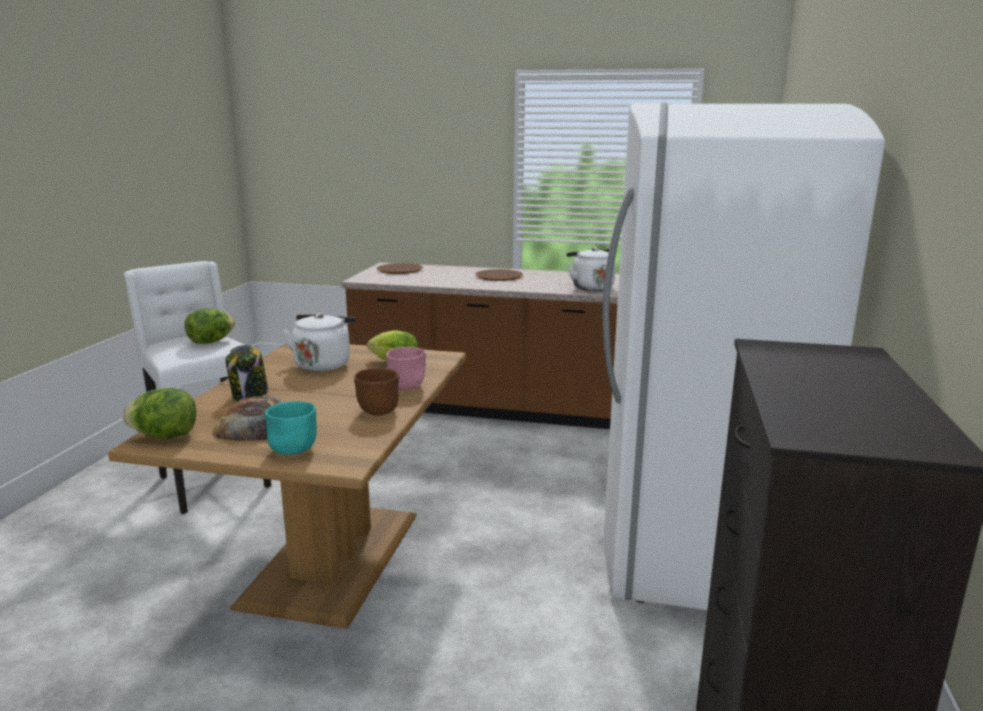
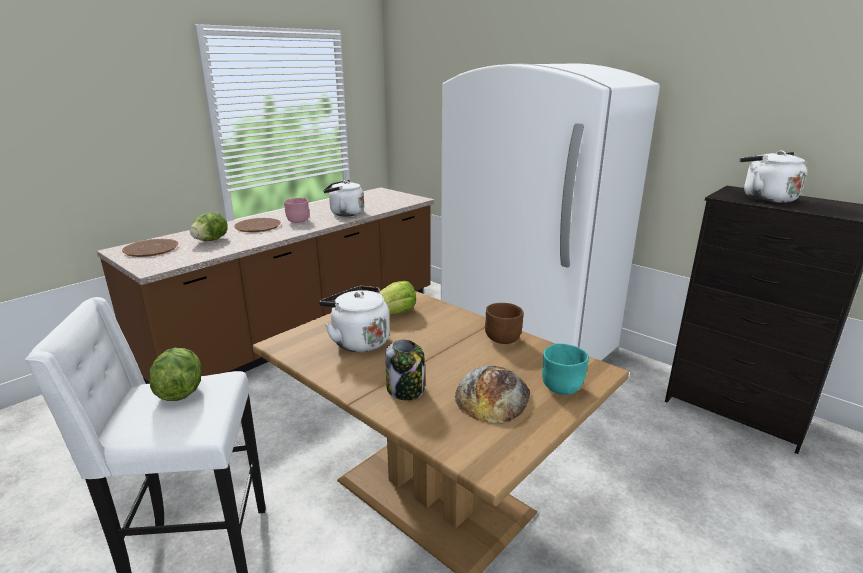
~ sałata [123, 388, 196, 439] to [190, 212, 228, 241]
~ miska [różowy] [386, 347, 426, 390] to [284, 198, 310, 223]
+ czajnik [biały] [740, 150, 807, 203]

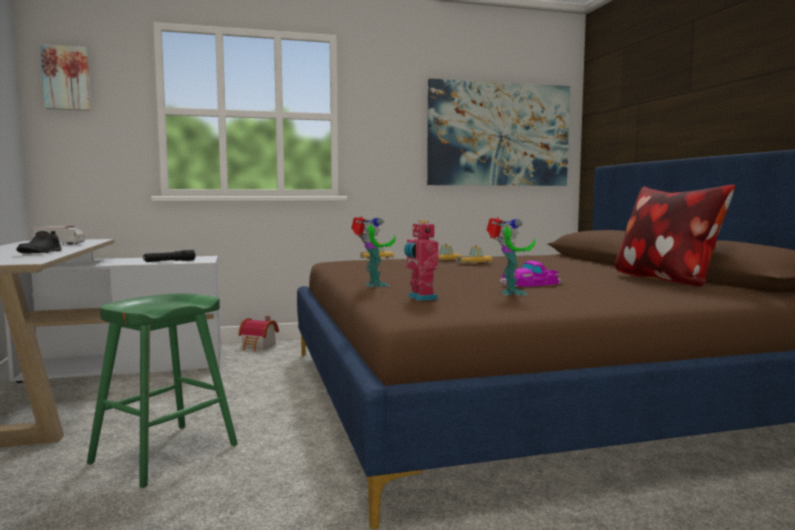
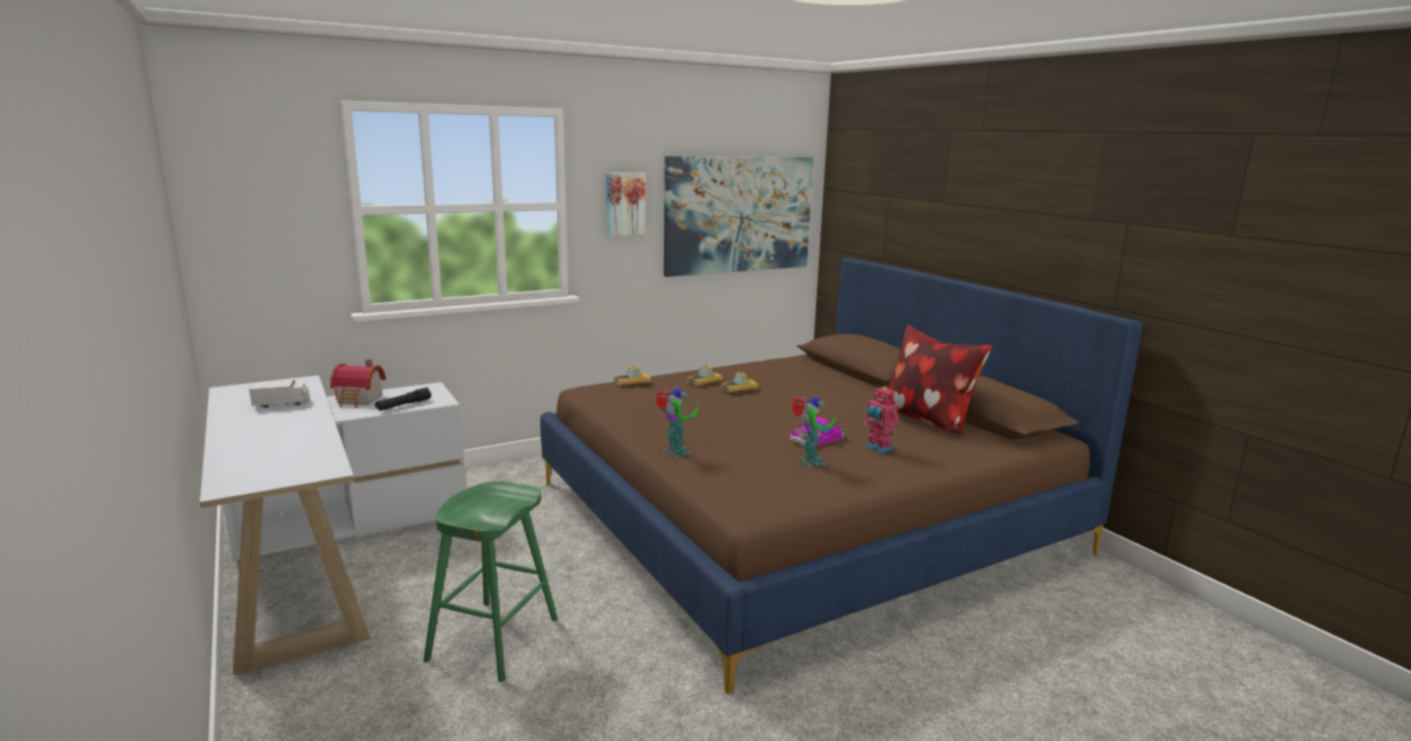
- but [czarny] [16, 231, 62, 253]
~ obraz [40, 44, 91, 111] to [606, 173, 646, 236]
~ domek [238, 316, 279, 351] to [330, 359, 386, 408]
~ robot zabawkowy [404, 220, 439, 301] to [863, 386, 899, 454]

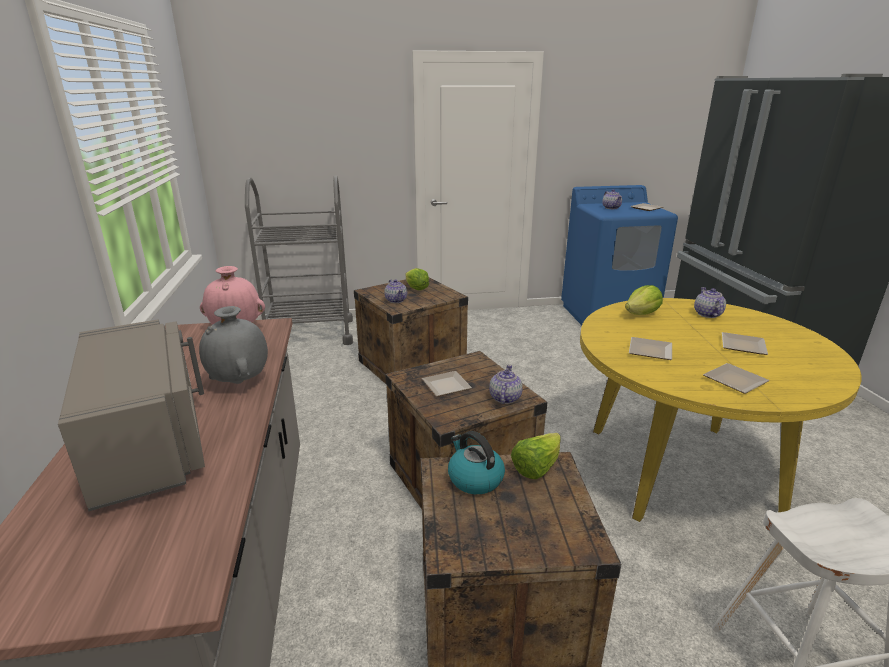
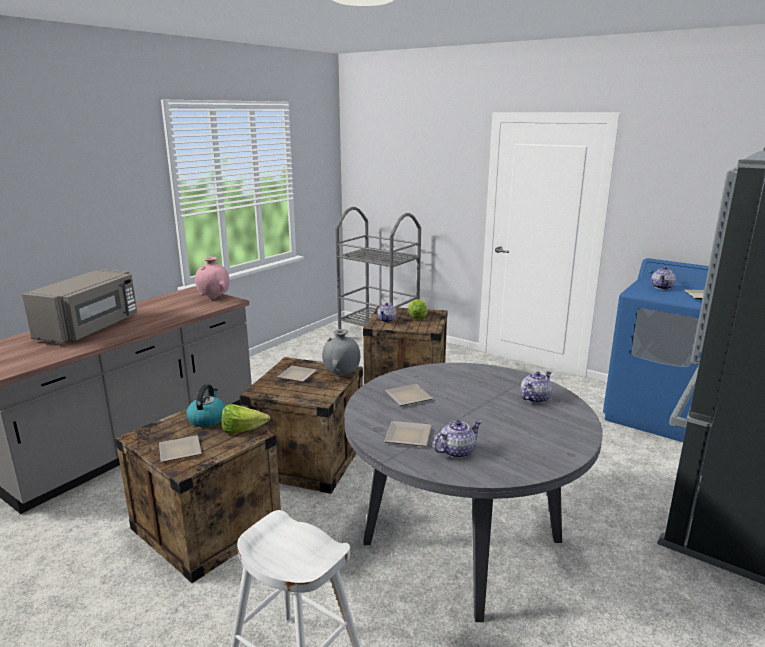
~ wazon [szary] [199, 306, 268, 384] to [322, 329, 360, 376]
~ imbryk [489, 365, 522, 404] to [433, 420, 482, 458]
~ stół jadalny [żółty] [580, 298, 862, 522] to stół jadalny [szary] [344, 363, 603, 622]
- sałata [625, 285, 663, 315]
~ talerz [722, 332, 768, 355] to [159, 435, 202, 462]

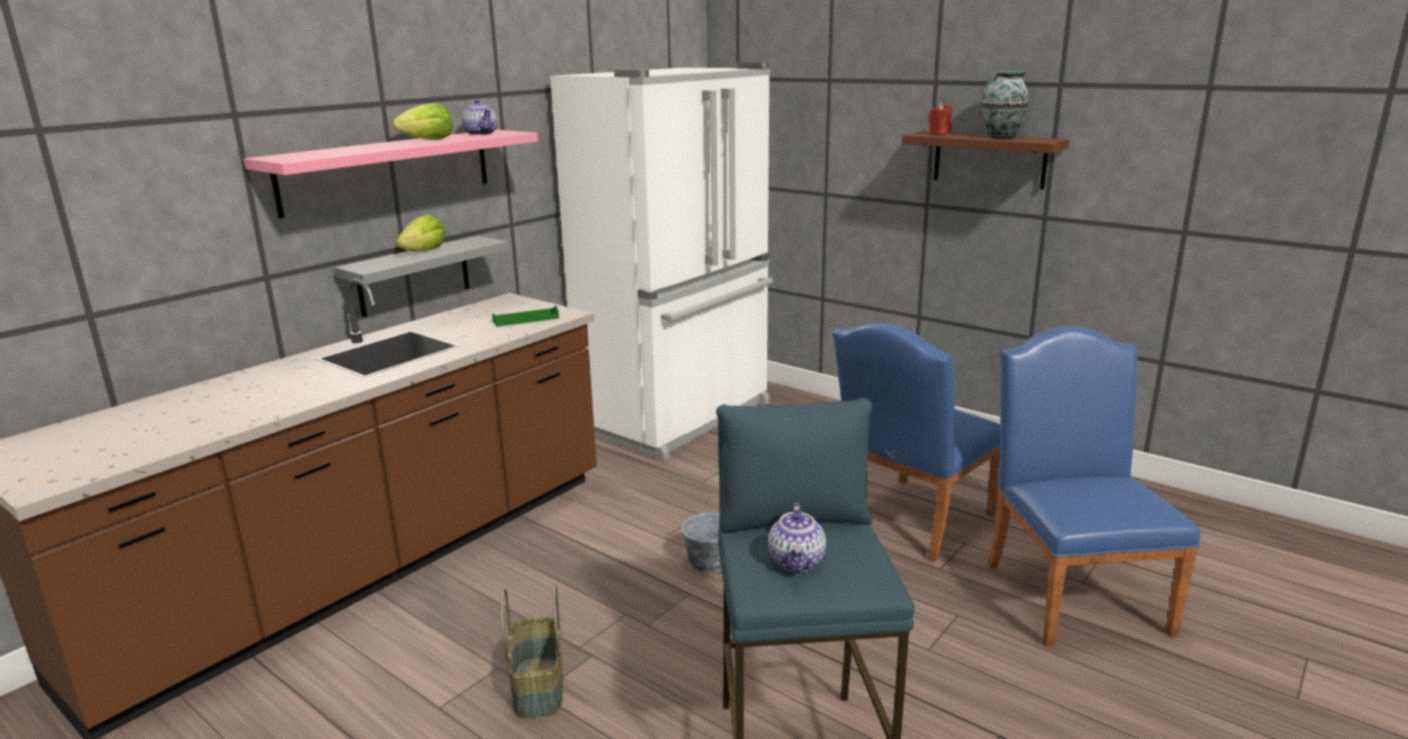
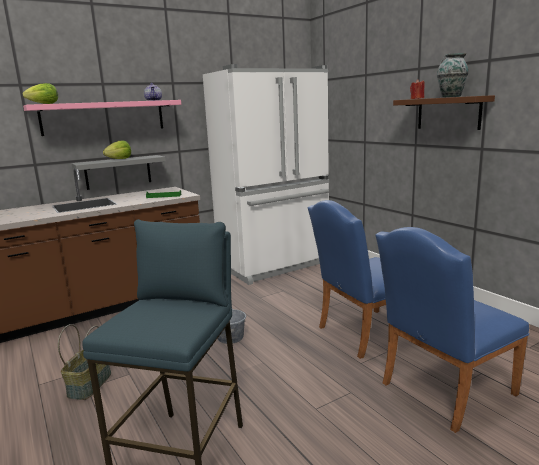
~ sałata [393, 103, 453, 140] to [23, 83, 58, 104]
- imbryk [768, 503, 826, 572]
~ krzesło [niebieski] [988, 326, 1200, 647] = [376, 227, 529, 433] 135 degrees counterclockwise

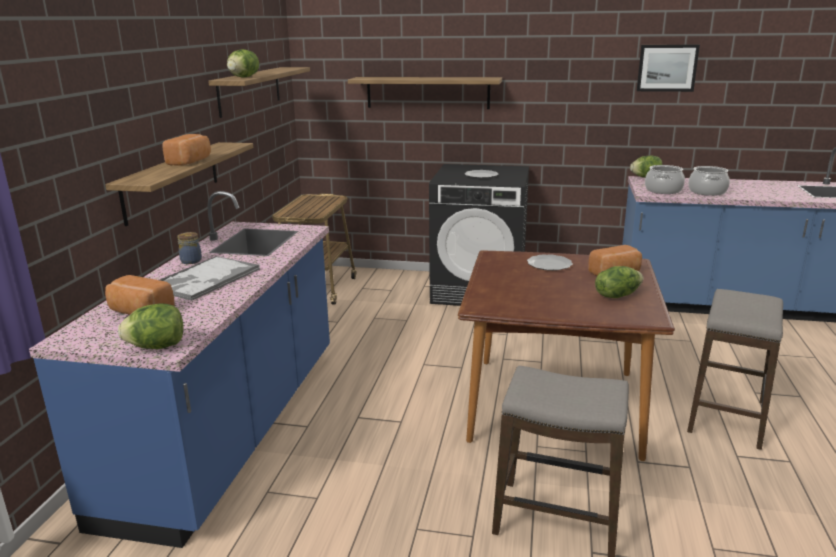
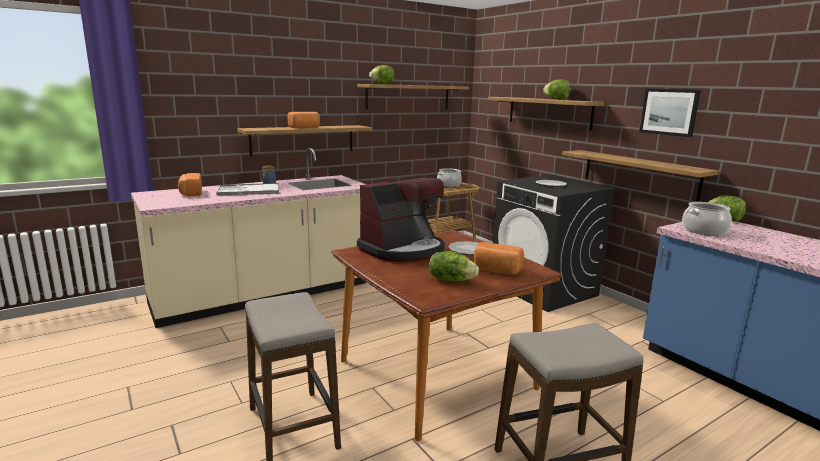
~ zabudowa kuchenna [niebieski] [29, 191, 330, 548] to zabudowa kuchenna [beżowy] [131, 148, 366, 328]
~ sałata [118, 303, 184, 349] to [543, 79, 571, 100]
~ obraz [637, 45, 700, 92] to [639, 89, 701, 137]
~ garnek [688, 166, 730, 196] to [437, 168, 462, 187]
+ ekspres do kawy [357, 178, 445, 262]
+ półka [562, 150, 719, 202]

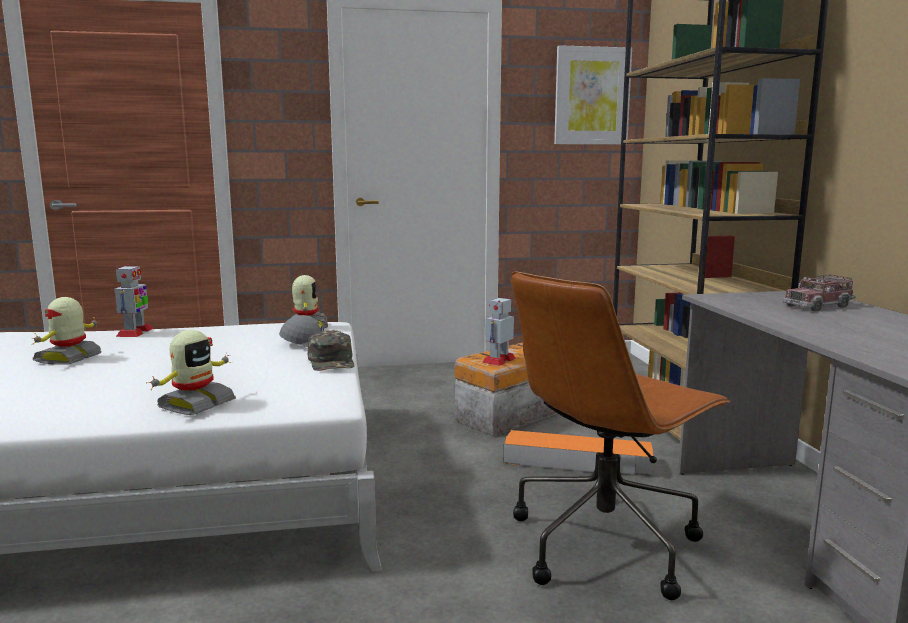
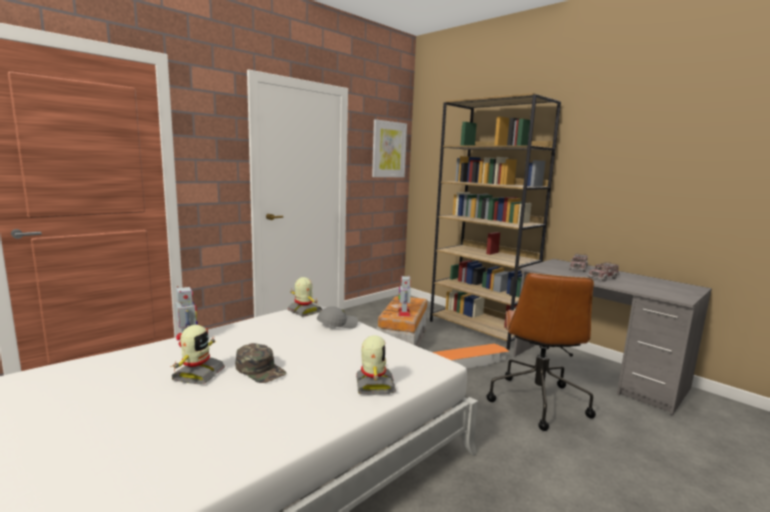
~ robot zabawkowy [32, 297, 102, 365] = [170, 325, 225, 384] 150 degrees counterclockwise
~ czapka z daszkiem [zielony] [308, 330, 354, 371] to [235, 343, 286, 383]
+ ciężarówka zabawkowa [587, 262, 620, 282]

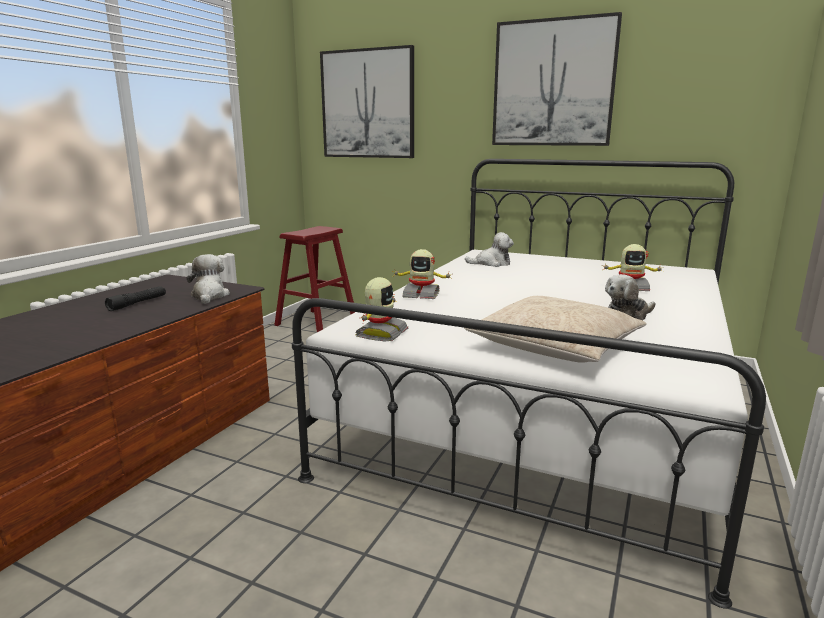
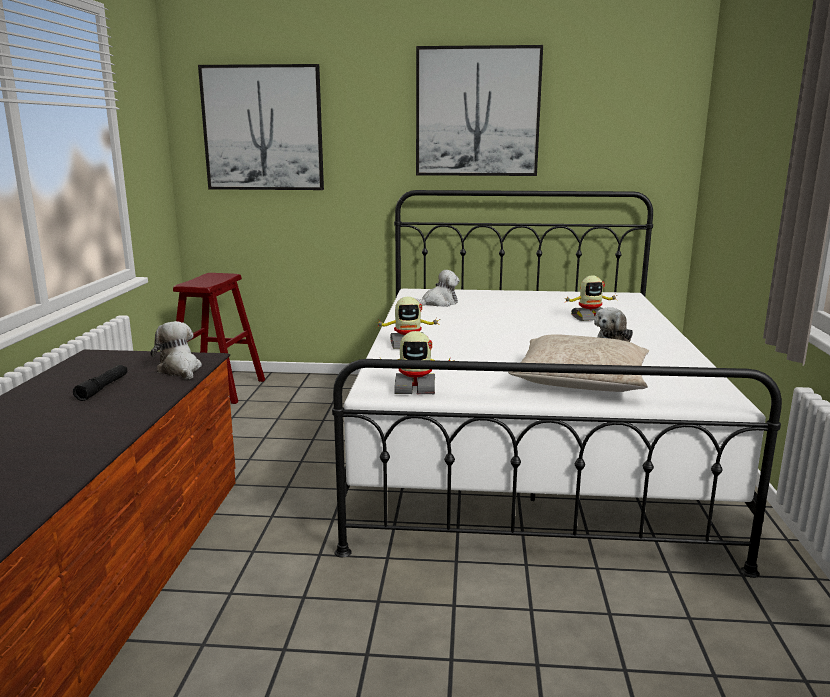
~ robot zabawkowy [356, 277, 408, 341] = [380, 331, 456, 394] 90 degrees clockwise

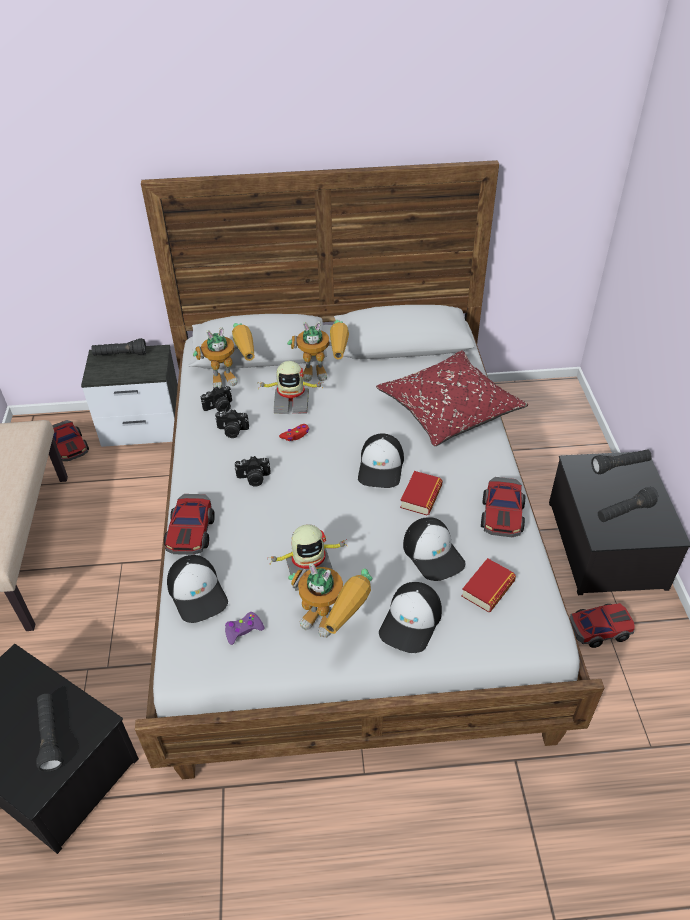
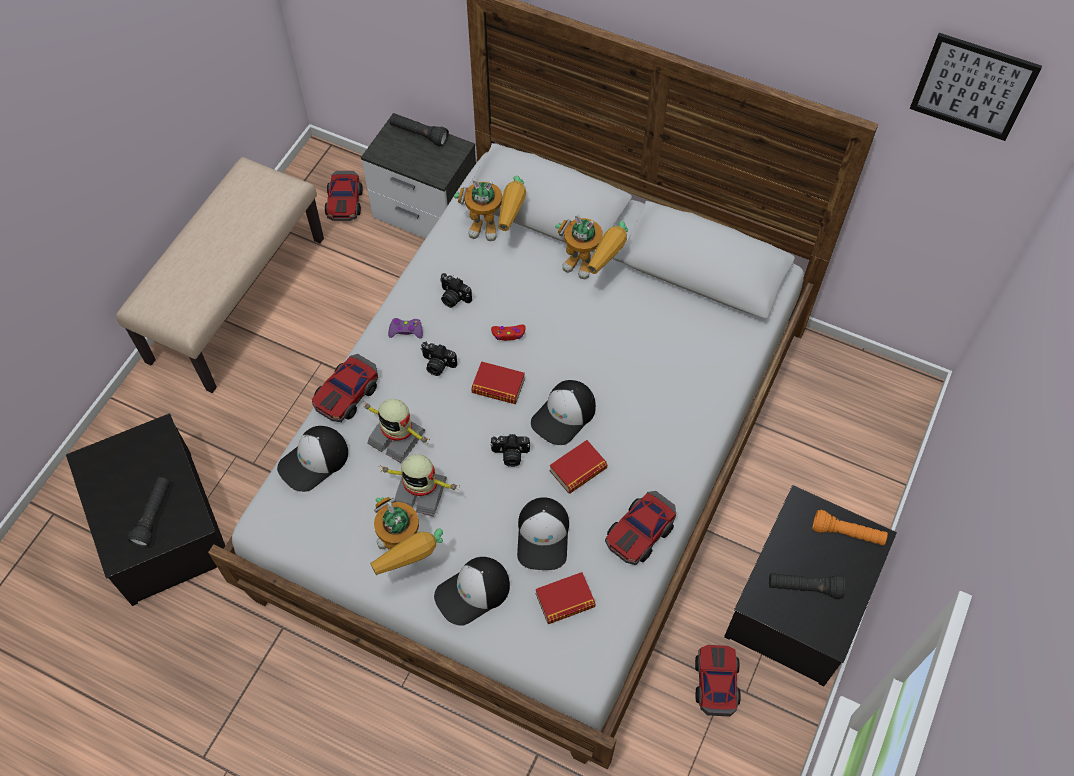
~ czapka z daszkiem [167, 555, 228, 623] = [277, 426, 348, 492] 45 degrees clockwise
~ aparat fotograficzny [201, 386, 232, 412] to [490, 434, 530, 467]
~ pad do gier [fioletowy] [225, 612, 264, 645] to [388, 318, 423, 338]
~ robot zabawkowy [260, 361, 323, 414] to [362, 399, 430, 463]
- poduszka [czerwony] [376, 350, 528, 446]
~ samochodzik [569, 603, 635, 648] = [695, 645, 741, 717] 105 degrees counterclockwise
~ latarka [czarny] [591, 449, 652, 474] to latarka [pomarańczowy] [812, 510, 888, 546]
+ książka [471, 361, 525, 404]
+ obraz [910, 33, 1042, 141]

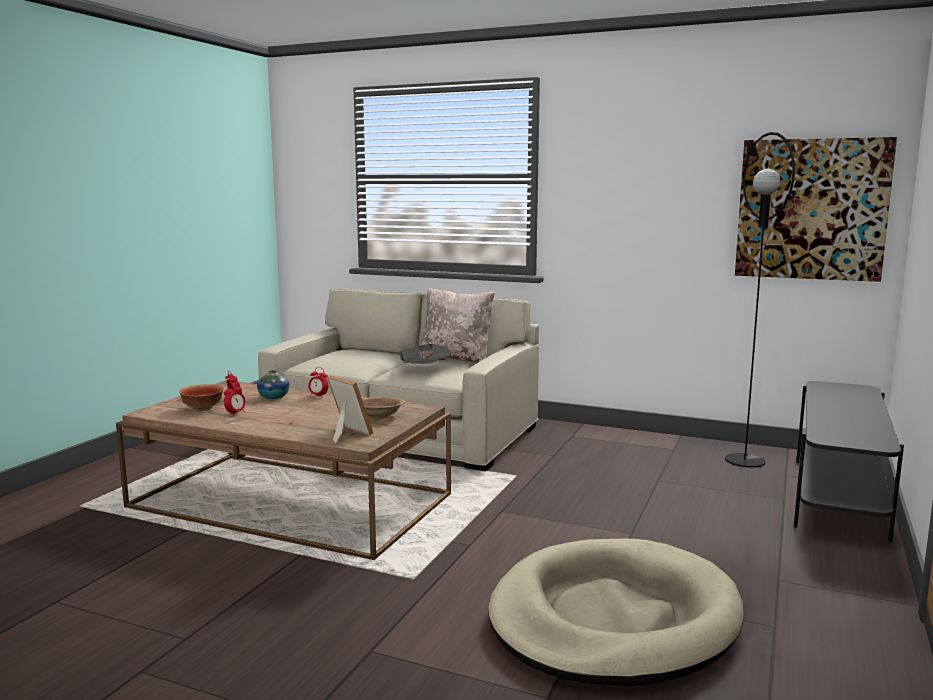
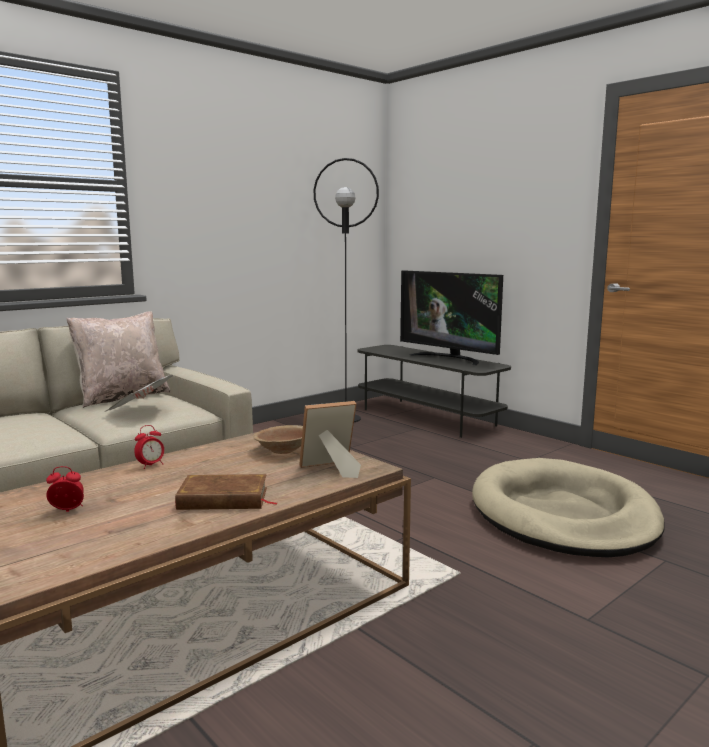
- miska [179, 384, 224, 411]
- budzik [224, 383, 246, 416]
- wazon [257, 370, 290, 399]
- obraz [735, 137, 897, 282]
+ książka [brązowy] [175, 474, 277, 510]
+ telewizor [400, 270, 503, 366]

